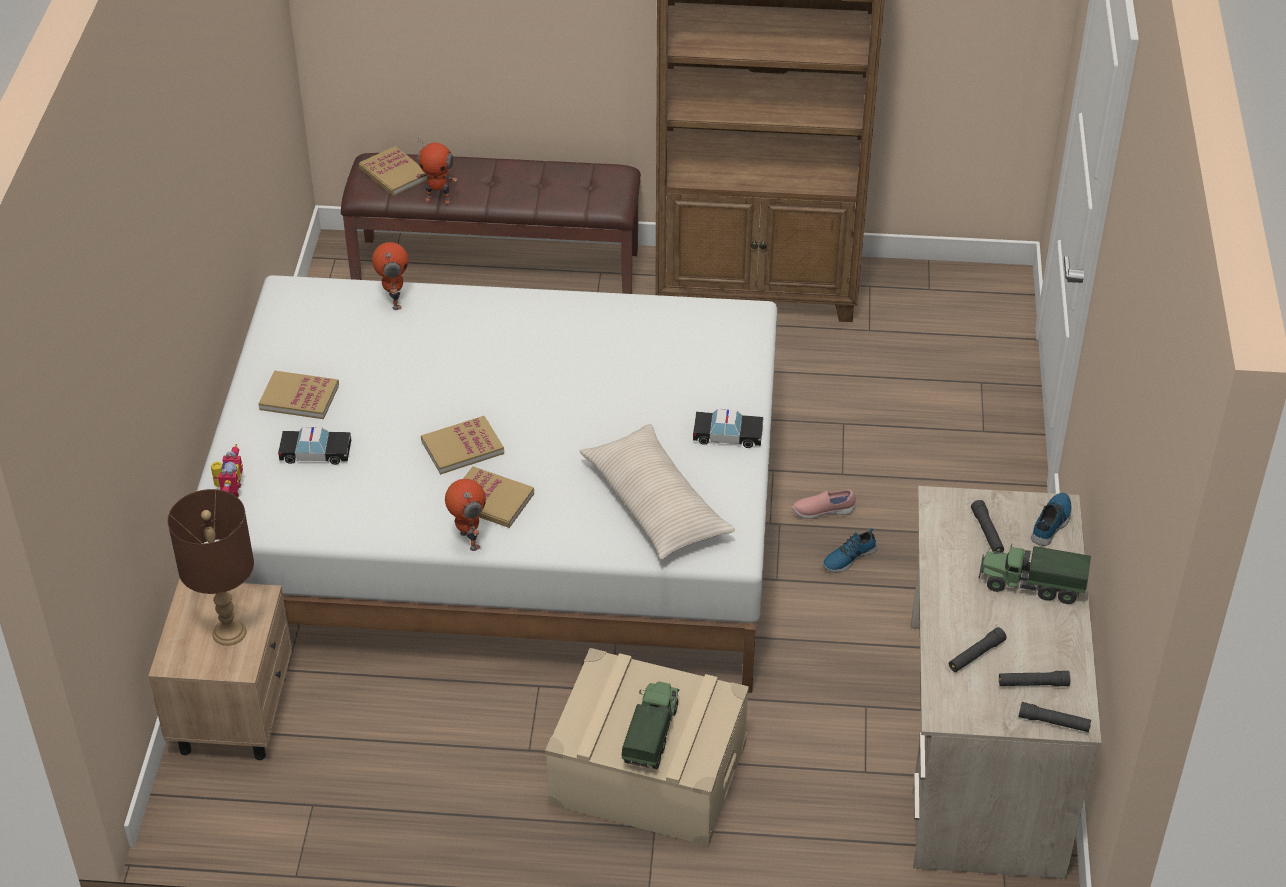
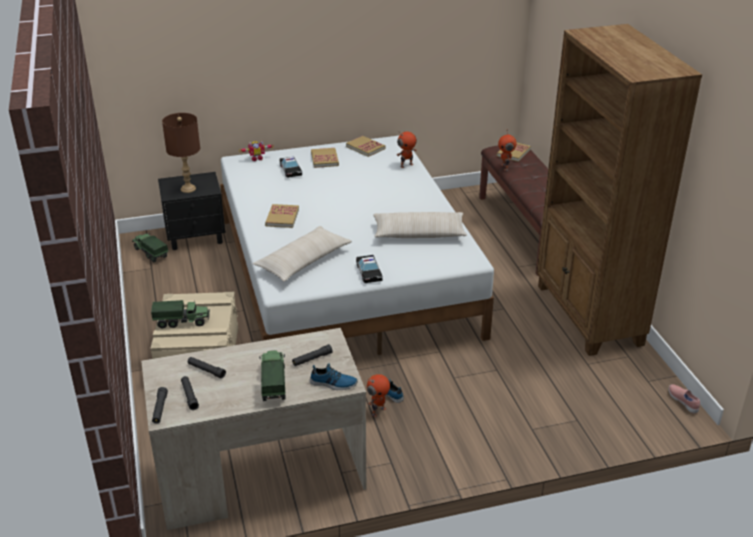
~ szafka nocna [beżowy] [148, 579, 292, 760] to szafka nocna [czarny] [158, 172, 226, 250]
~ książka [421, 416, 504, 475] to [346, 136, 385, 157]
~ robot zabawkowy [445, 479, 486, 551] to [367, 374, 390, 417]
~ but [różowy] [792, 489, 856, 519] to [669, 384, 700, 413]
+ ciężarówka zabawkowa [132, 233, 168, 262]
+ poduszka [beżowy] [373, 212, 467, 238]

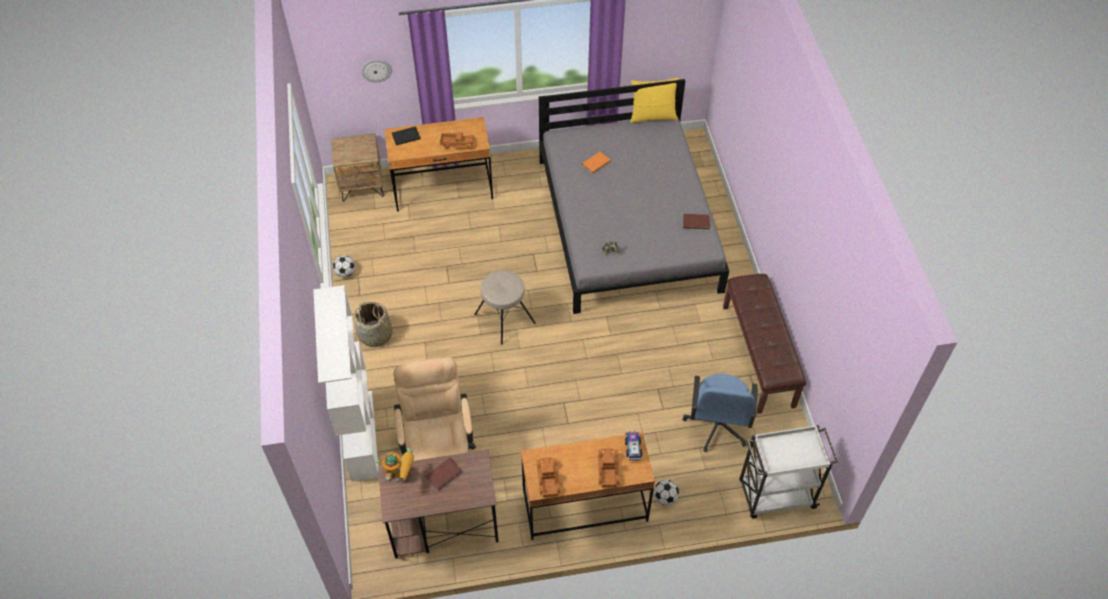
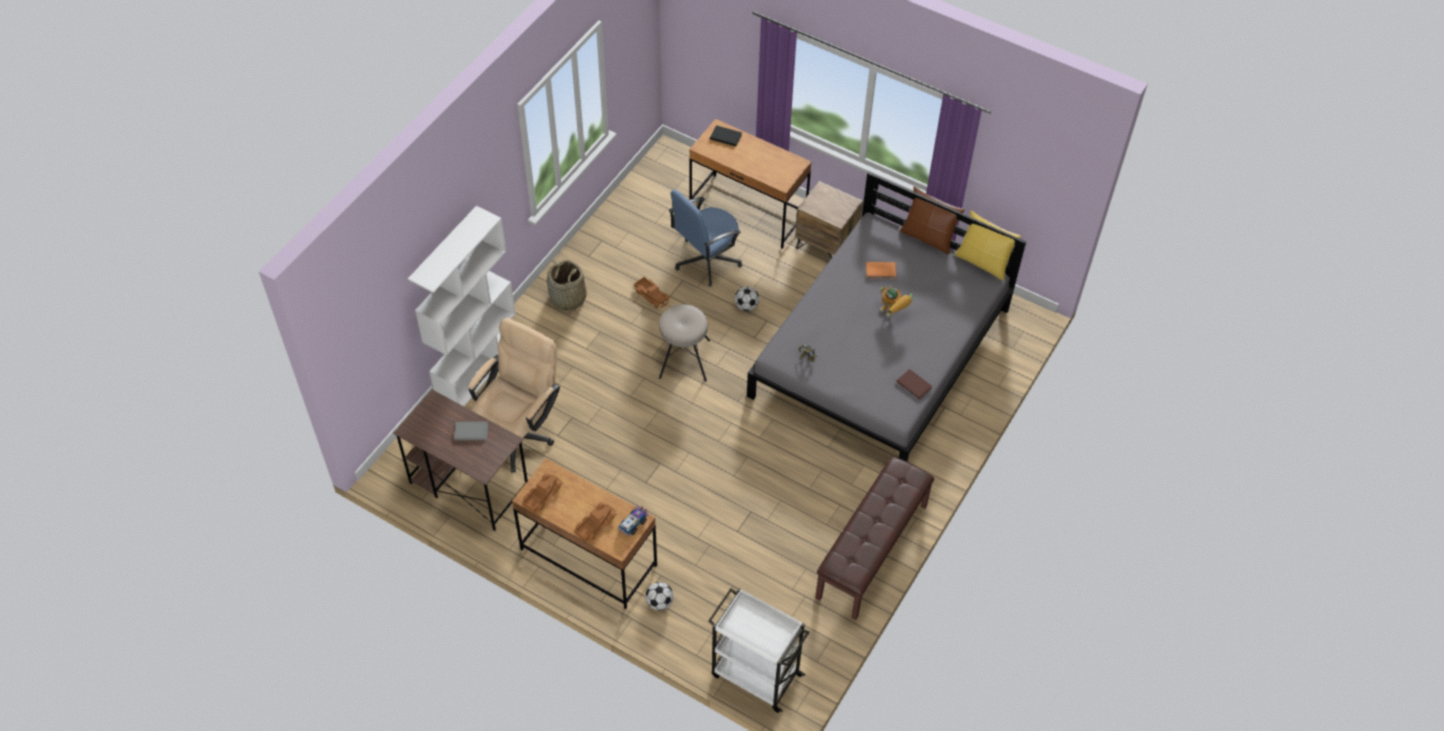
~ szafka nocna [brązowy] [331, 133, 384, 202] to [795, 181, 863, 258]
~ piłka futbolowa [333, 255, 355, 277] to [735, 287, 759, 311]
- zegar ścienny [361, 59, 392, 82]
~ robot zabawkowy [376, 448, 414, 482] to [879, 285, 914, 318]
~ książka [brązowy] [425, 457, 462, 491] to książka [szary] [454, 422, 488, 441]
~ ciężarówka zabawkowa [440, 132, 476, 150] to [635, 276, 670, 308]
~ krzesło biurowe [niebieski] [682, 374, 758, 452] to [669, 190, 742, 287]
+ poduszka [brązowy] [900, 186, 965, 255]

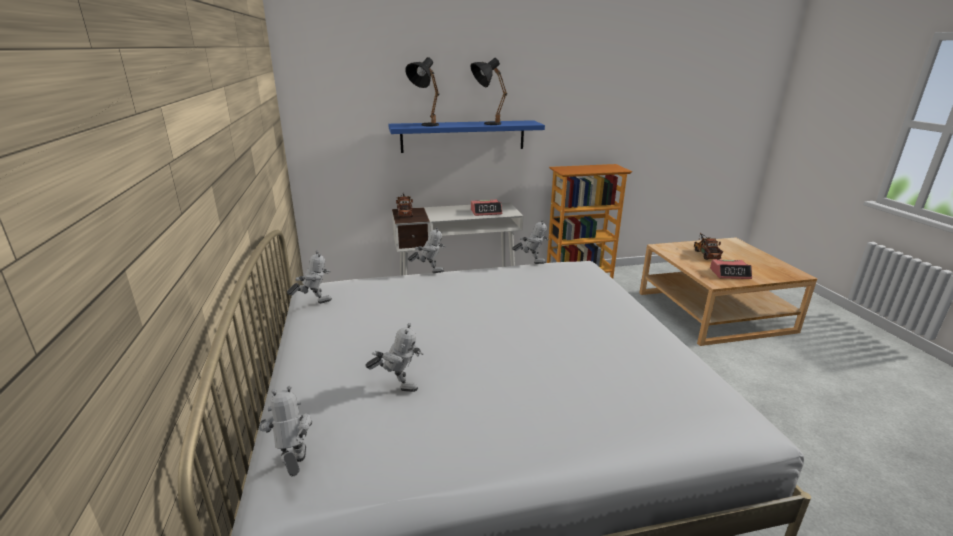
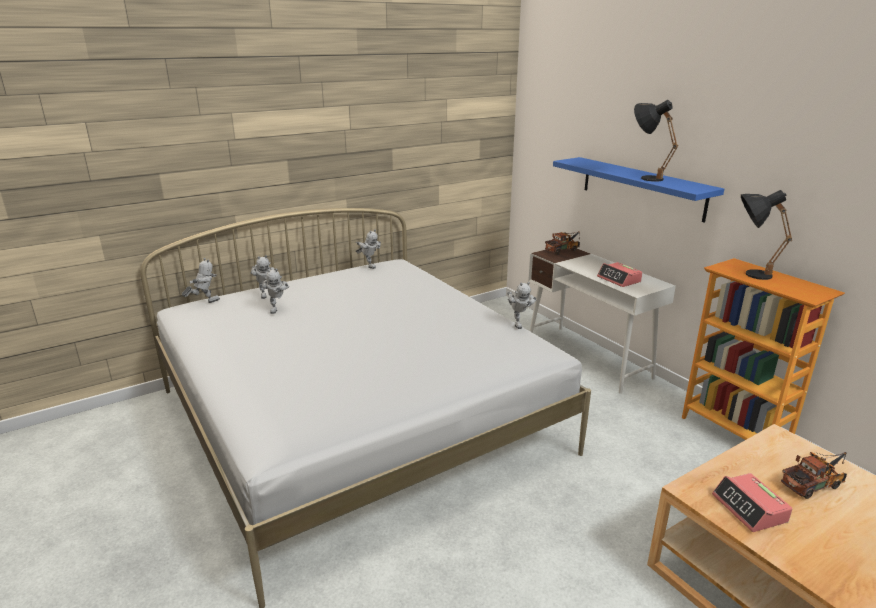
~ lampa stołowa [czarny] [405, 57, 440, 126] to [741, 190, 792, 280]
~ robot zabawkowy [408, 227, 446, 273] to [251, 255, 275, 299]

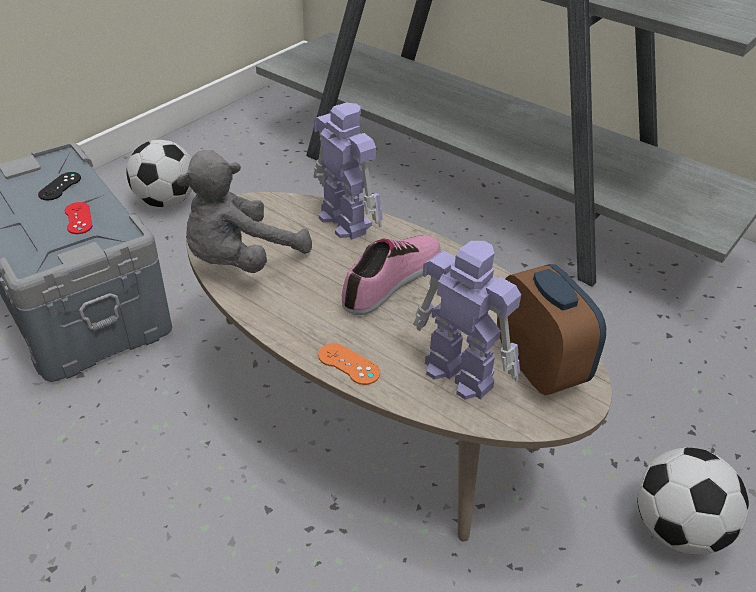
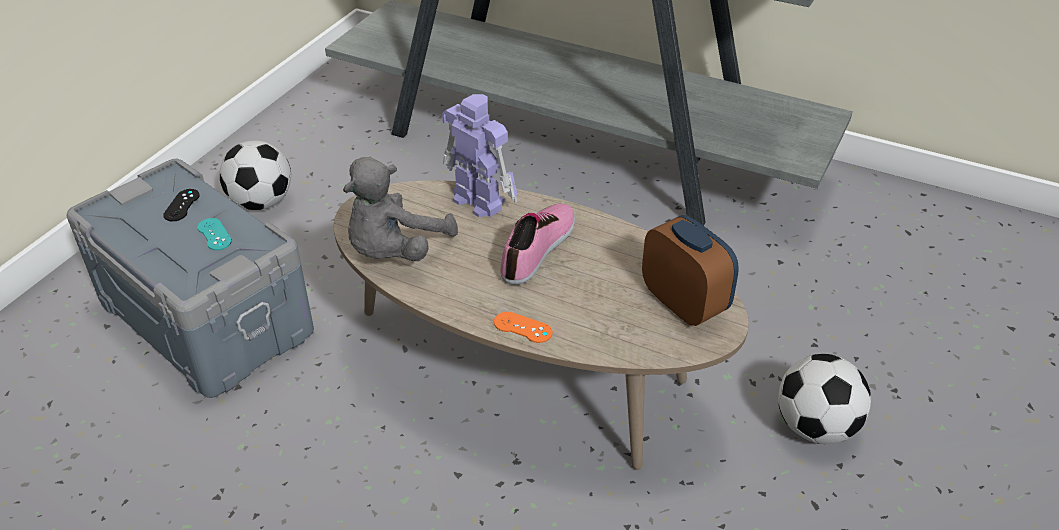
~ pad do gier [czerwony] [65, 202, 92, 234] to pad do gier [turkusowy] [197, 218, 232, 250]
- robot zabawkowy [413, 241, 521, 400]

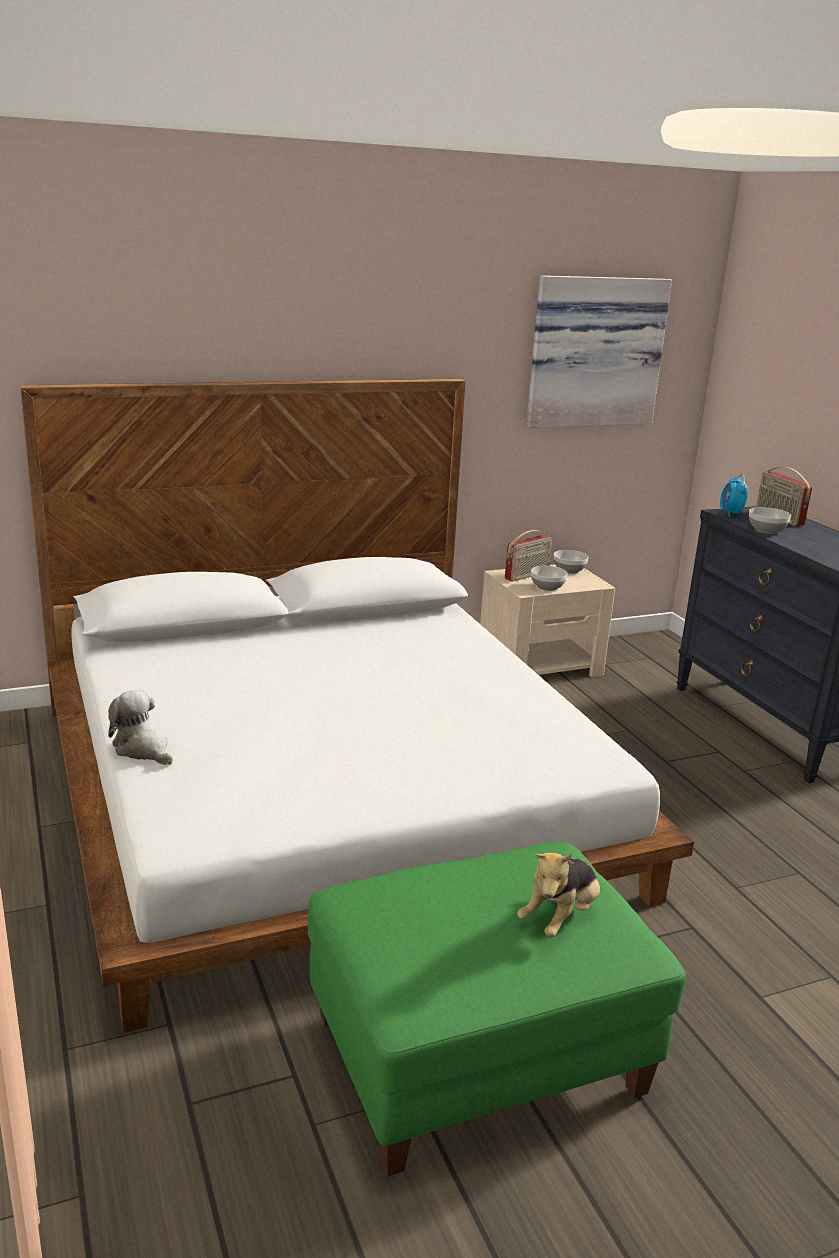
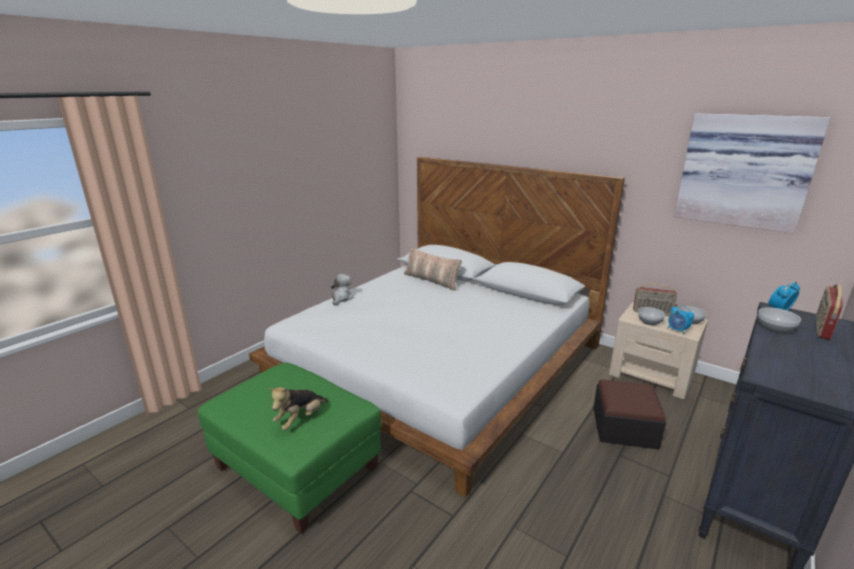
~ pluszak [517, 853, 600, 937] = [268, 387, 328, 430] 60 degrees counterclockwise
+ poduszka [404, 247, 462, 291]
+ pufa [593, 379, 666, 449]
+ budzik [667, 305, 695, 334]

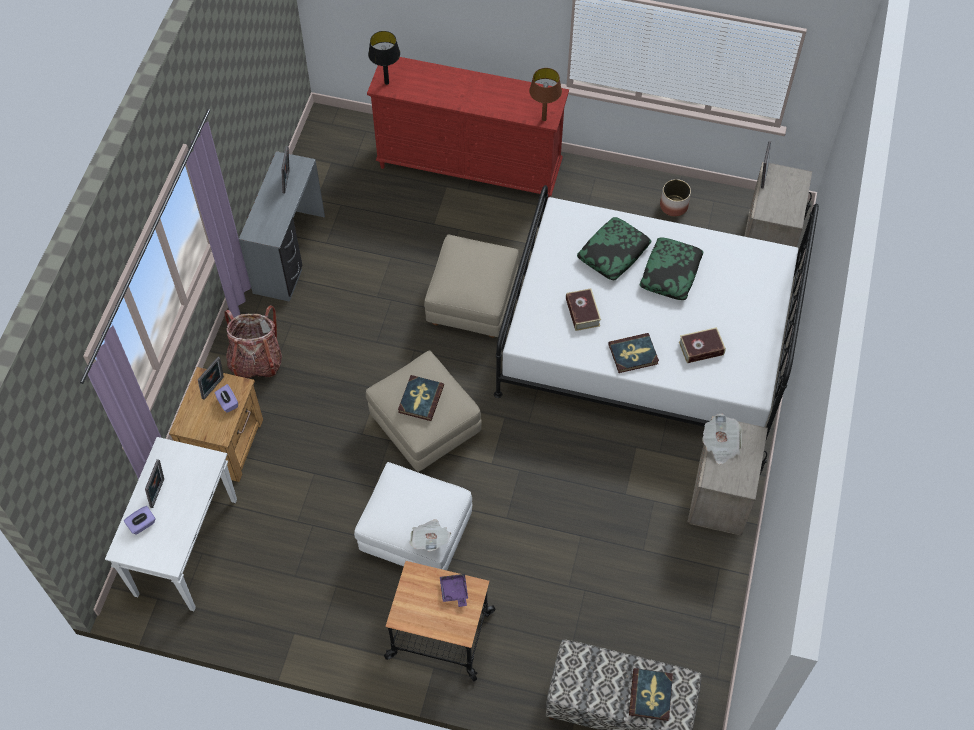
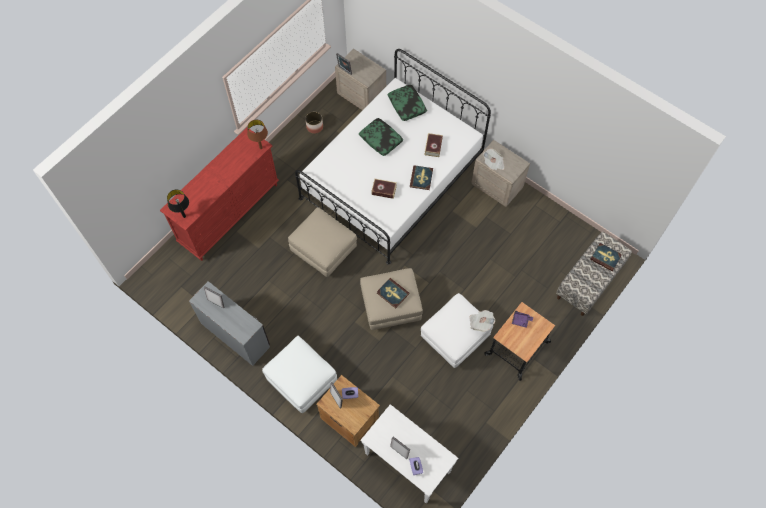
~ plecak [224, 305, 282, 378] to pufa [biały] [262, 336, 337, 413]
~ poduszka [577, 217, 652, 280] to [387, 85, 427, 121]

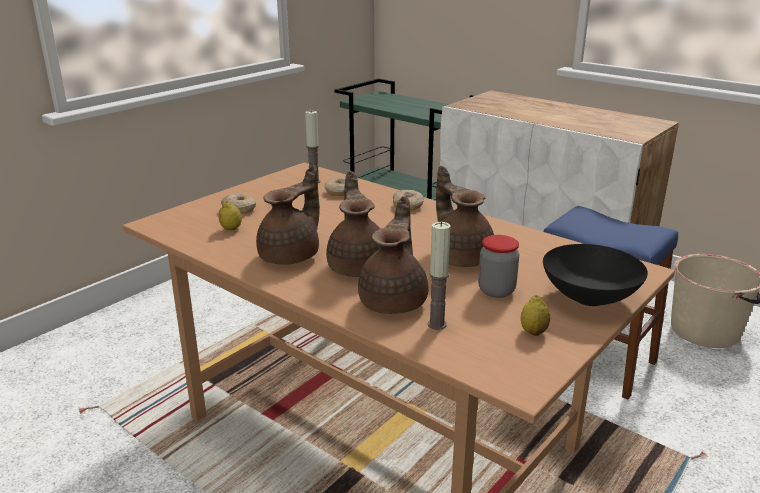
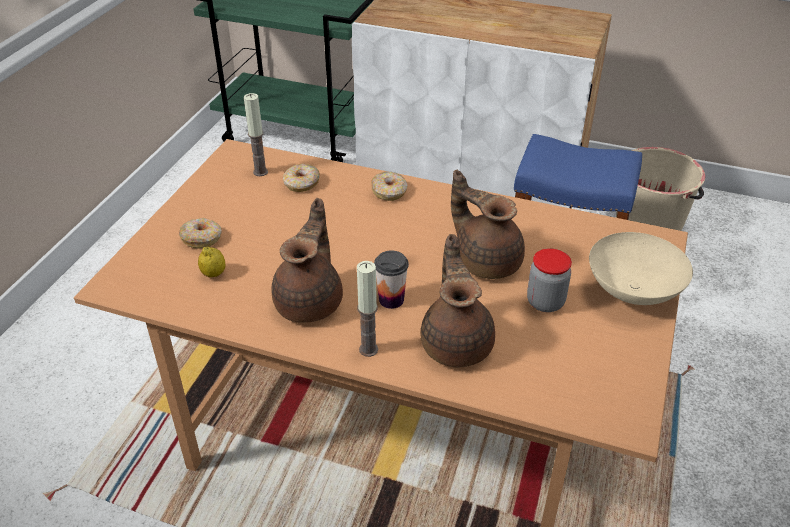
~ imbryk [brązowy] [326, 171, 380, 277] to filiżanka [374, 250, 409, 309]
~ świeca [428, 222, 450, 330] to [357, 261, 378, 357]
- cytryna [521, 295, 550, 336]
~ miska [czarny] [543, 244, 648, 306] to miska [beżowy] [589, 232, 693, 305]

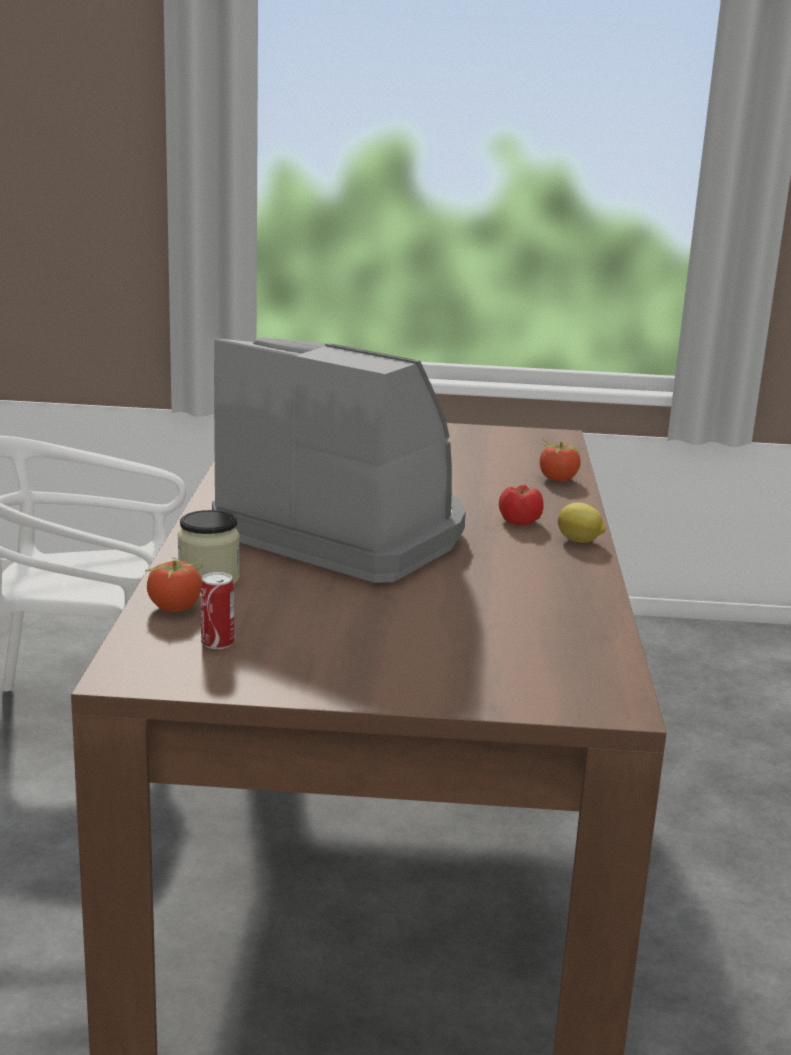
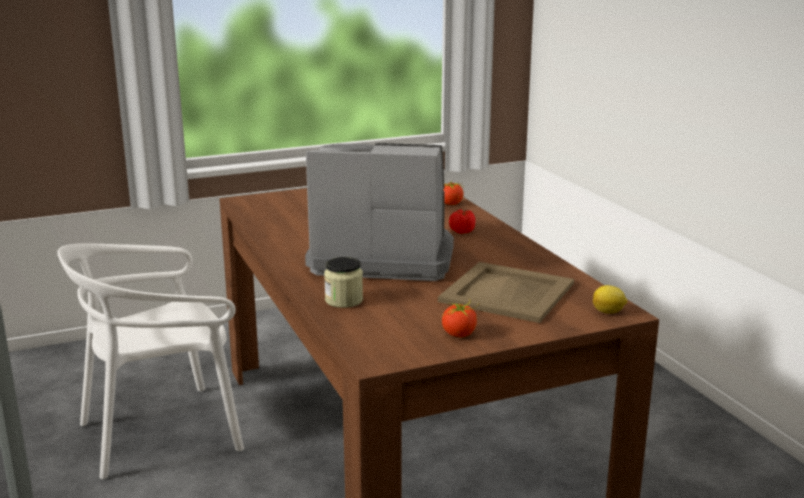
~ pomidor [145, 557, 203, 612] to [442, 299, 479, 337]
- puszka [201, 572, 234, 649]
~ cytryna [558, 502, 605, 542] to [593, 285, 628, 314]
+ taca [beżowy] [438, 262, 574, 323]

